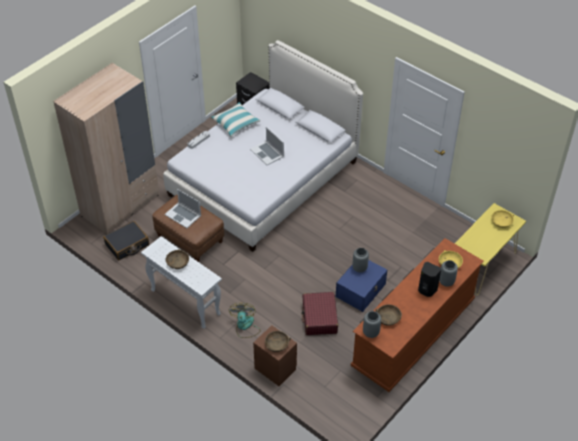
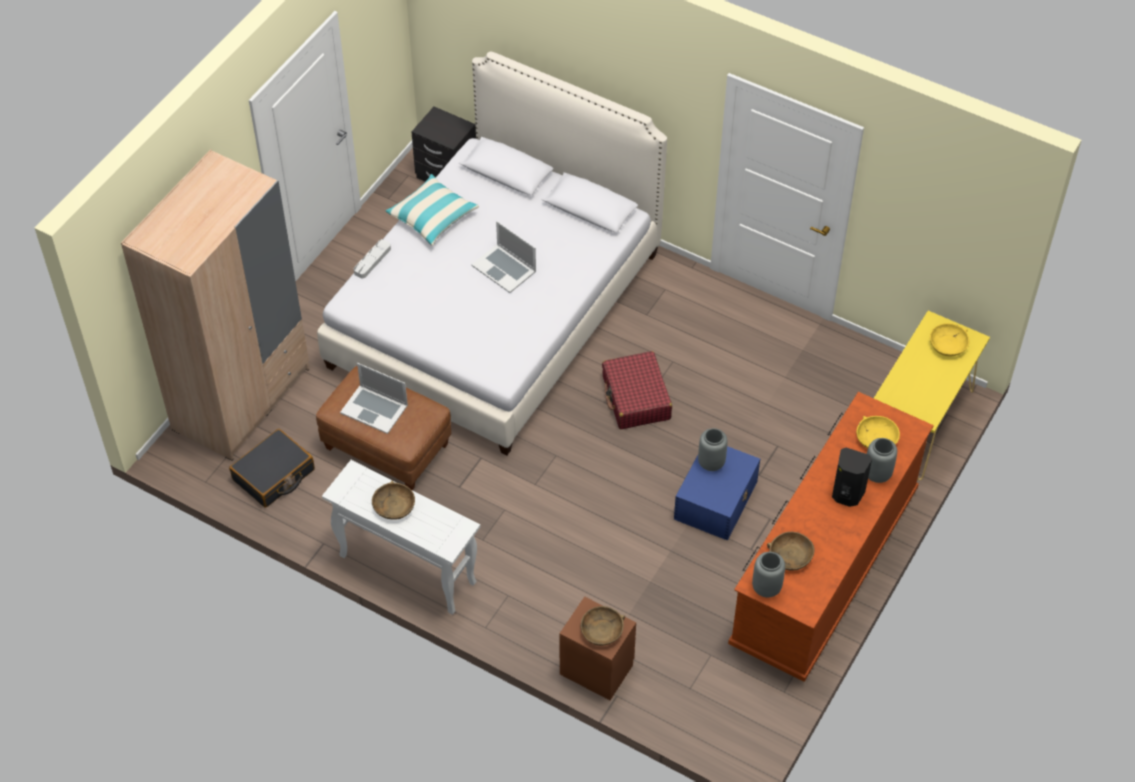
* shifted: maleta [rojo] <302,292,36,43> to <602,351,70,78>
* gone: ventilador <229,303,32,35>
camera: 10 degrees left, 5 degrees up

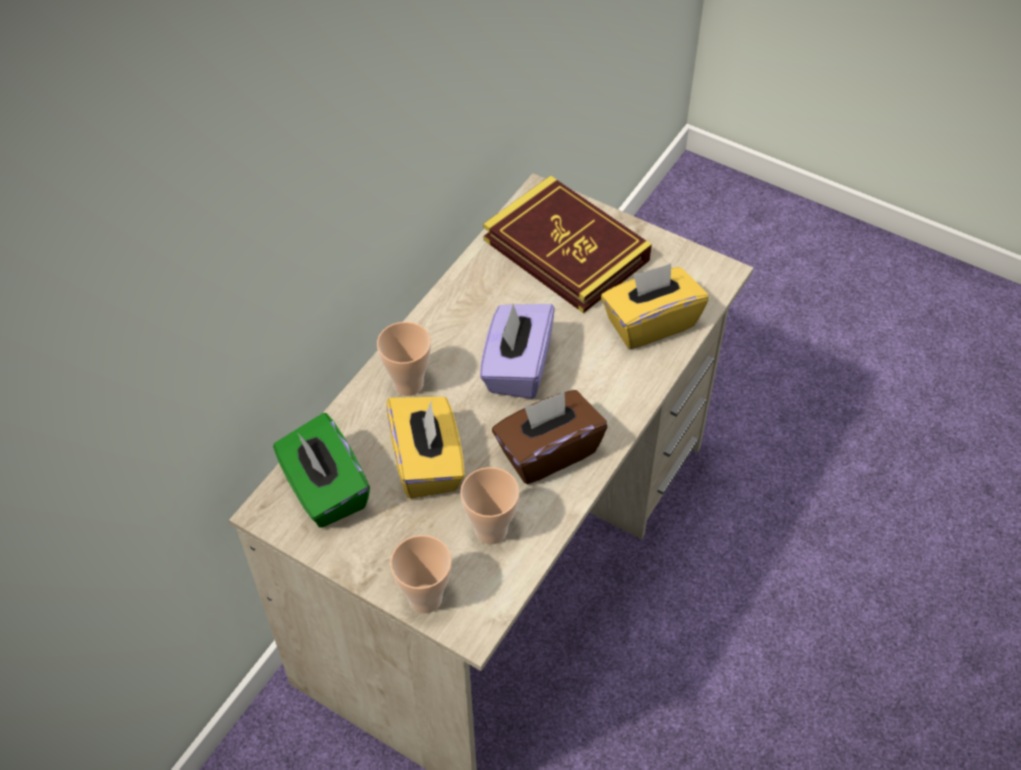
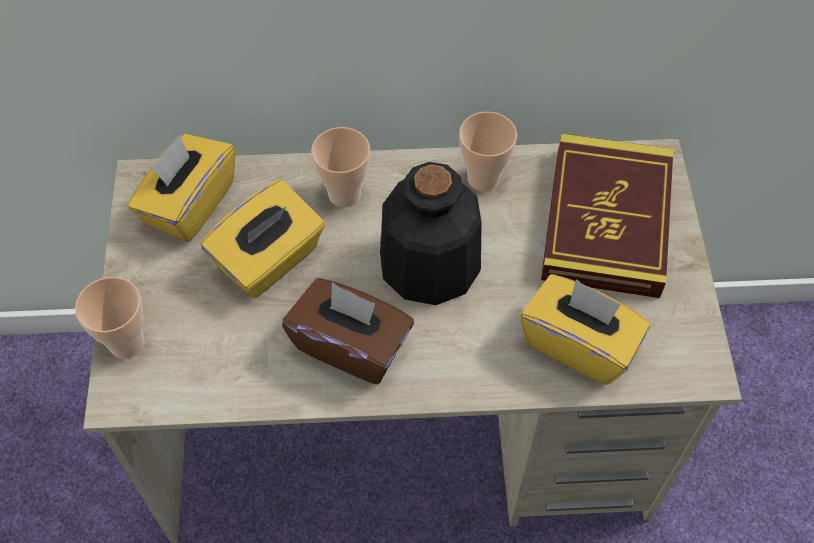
* repainted: caja de pañuelos [verde] <273,413,97,115> to caja de pañuelos [amarillo] <128,134,107,108>
* swapped: caja de pañuelos [morado] <480,304,75,95> to botella <380,162,102,143>
* shifted: taza <460,467,59,78> to <459,112,58,79>
camera: 55 degrees right, 5 degrees up

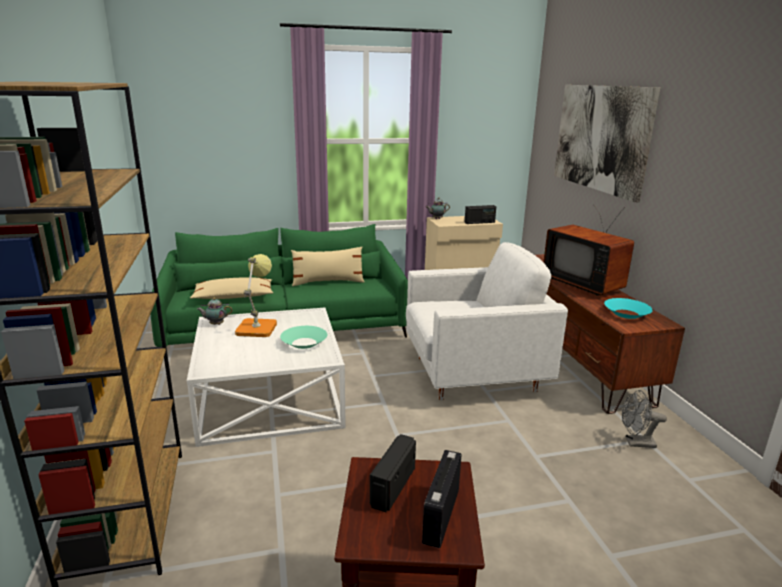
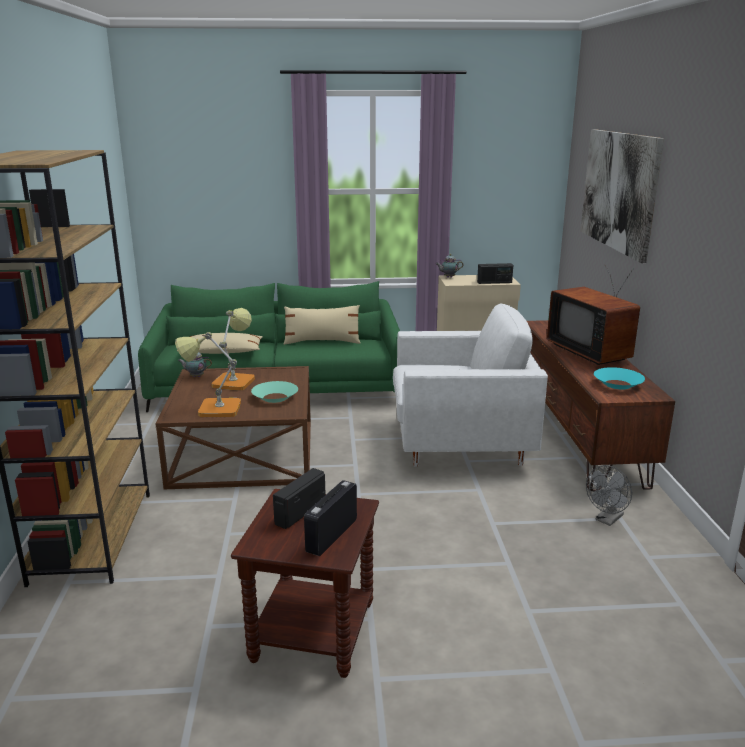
* repainted: mesa de centro [blanco] <187,308,159,139> to mesa de centro [marrón] <156,366,155,123>
* new: lámpara de mesa <175,332,66,85>
* rotated: ventilador [gris] <622,390,45,58> = <586,465,46,61> 60 degrees counterclockwise
camera: 10 degrees right, 0 degrees up

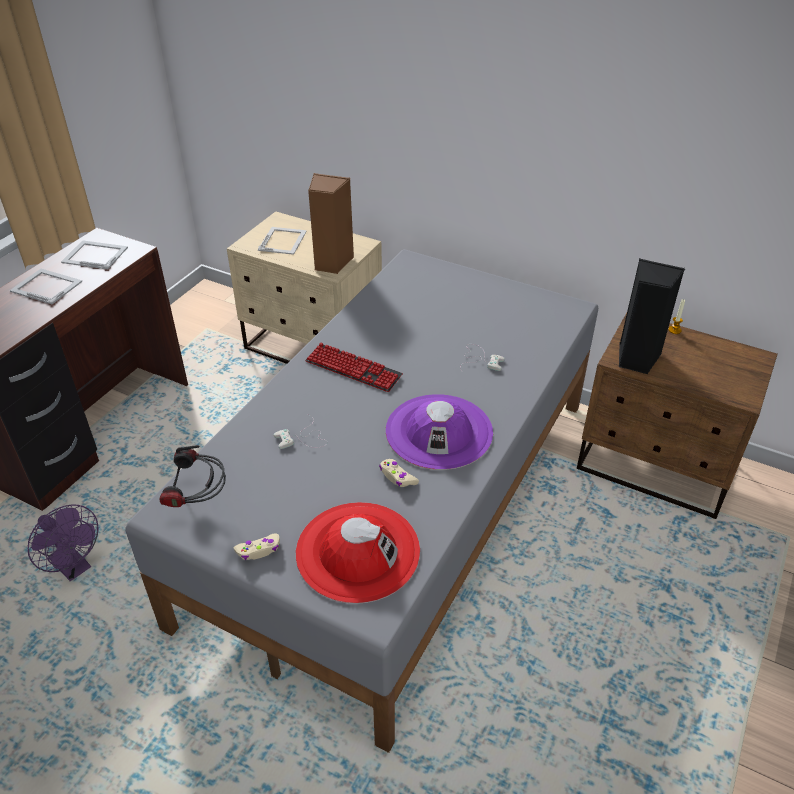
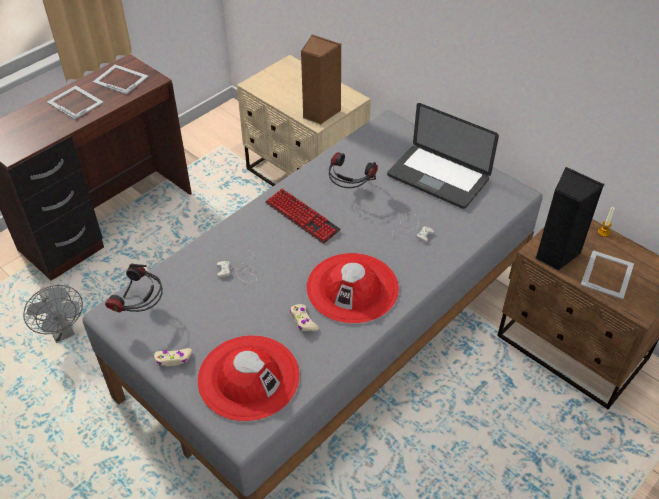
* repainted: ventilador [morado] <28,504,71,77> to ventilador [gris] <23,285,60,58>
* repainted: sombrero [morado] <386,394,107,76> to sombrero [rojo] <306,253,93,71>
* new: auriculares <329,152,49,36>
* new: portátil <387,103,112,106>
* shifted: portarretratos <258,227,49,28> to <581,250,53,49>
camera: 15 degrees right, 5 degrees up

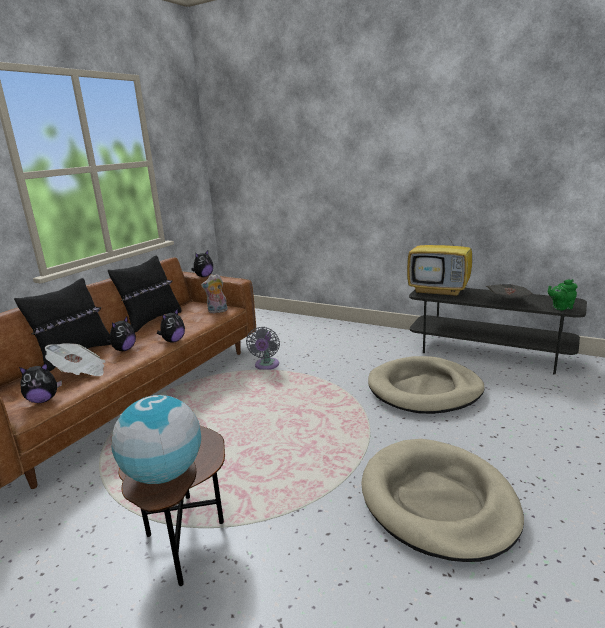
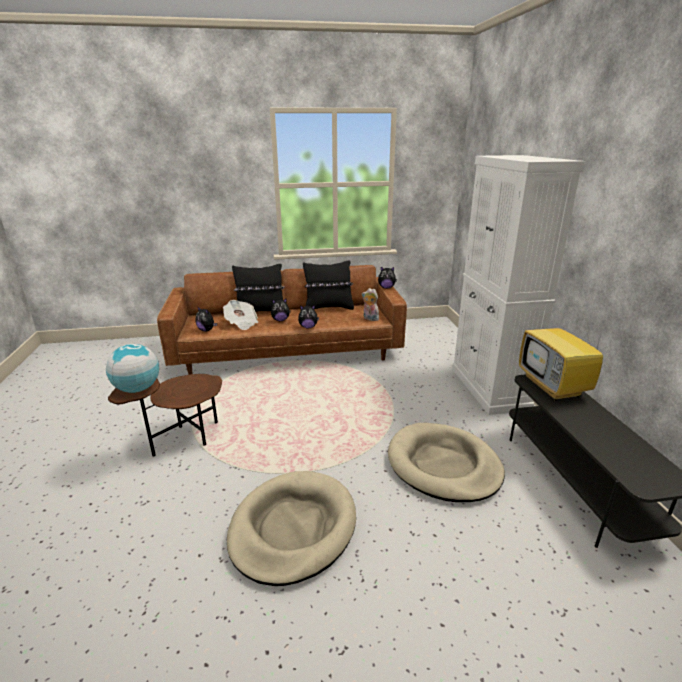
* new: armario [blanco] <452,155,133,260>
* gone: ventilador [gris] <246,327,34,43>
* gone: periódico <486,284,47,13>
* gone: tetera [verde] <548,279,29,31>
camera: 50 degrees right, 5 degrees up

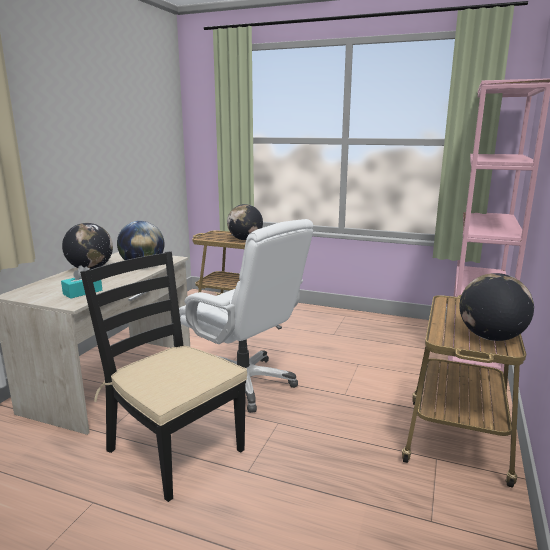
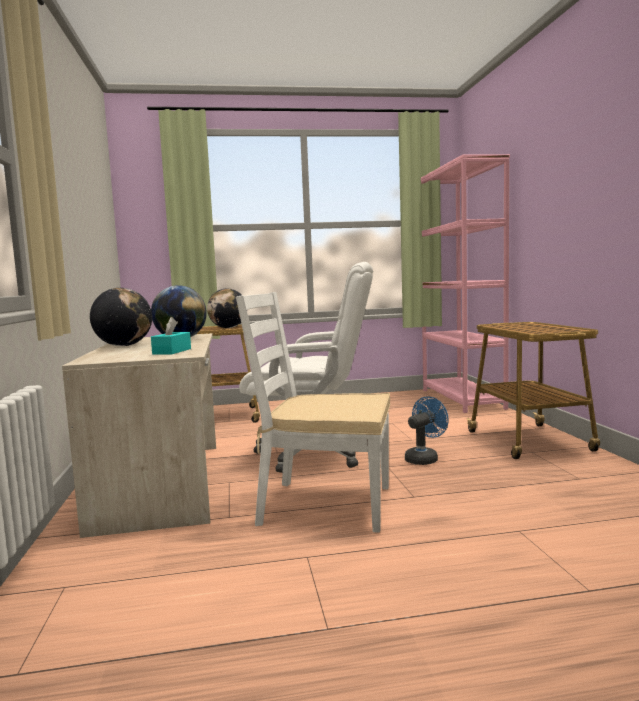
* repainted: silla [negro] <80,251,167,251> to silla [blanco] <236,292,154,241>
* new: ventilador [azul] <405,396,44,69>
* gone: globo terráqueo <459,273,75,68>
camera: 30 degrees left, 10 degrees down

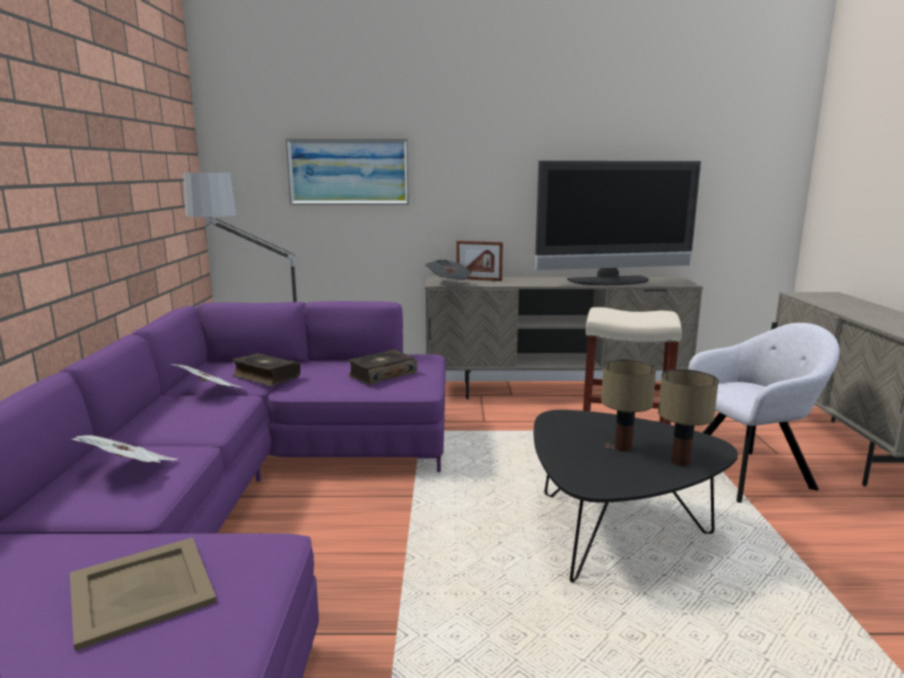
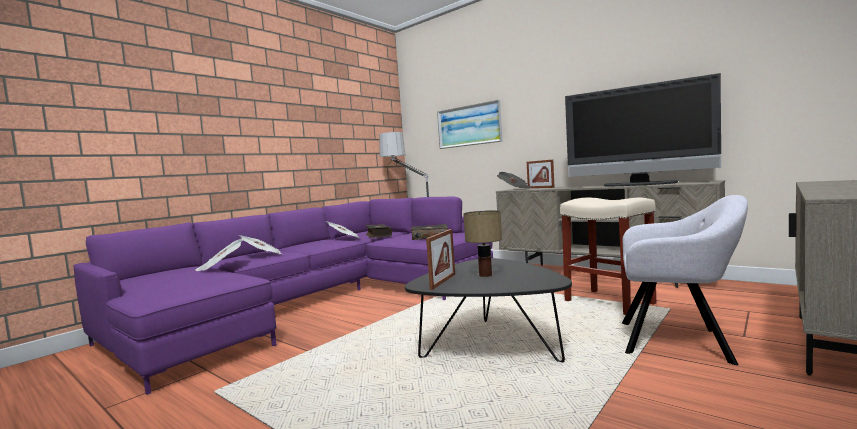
* new: periódico <195,238,49,33>
* new: portarretratos <426,229,29,61>
* gone: bandeja [beis] <70,537,147,114>
* gone: lámpara de mesa <658,369,61,97>
camera: 40 degrees right, 10 degrees down

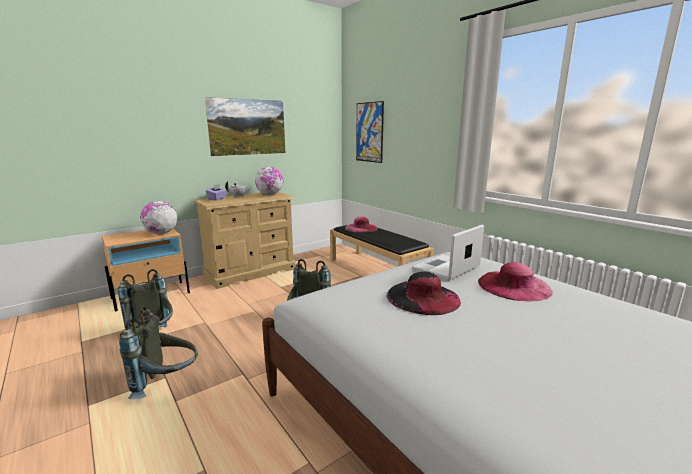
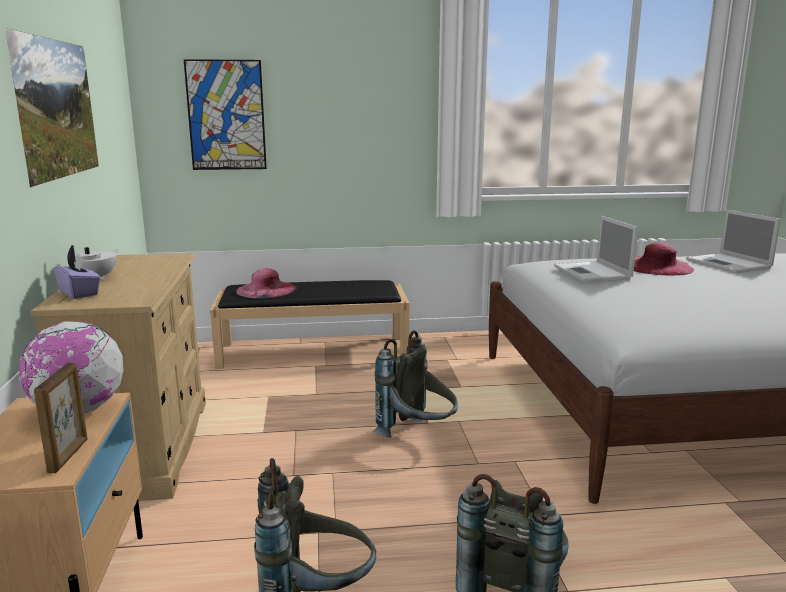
* new: portarretratos <34,362,54,111>
* new: portátil <687,209,94,64>
* gone: globo terráqueo <255,167,29,28>
* gone: sombrero [negro] <387,271,74,44>
camera: 60 degrees left, 0 degrees up

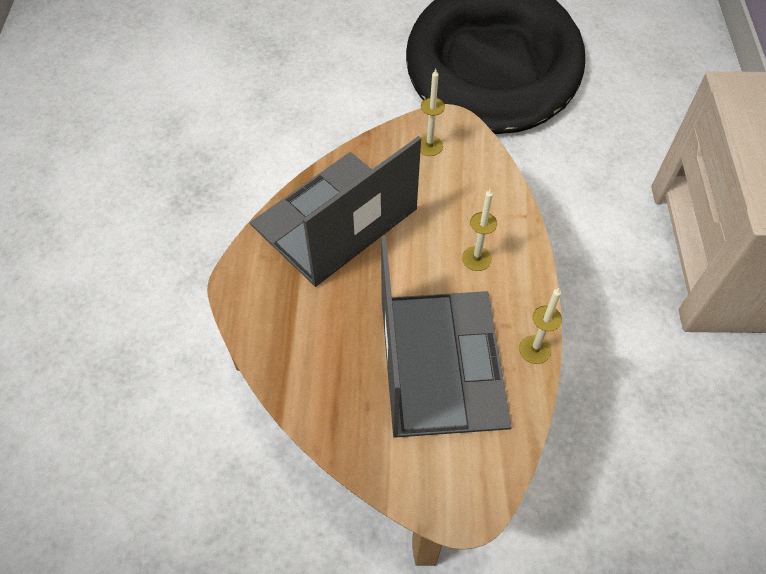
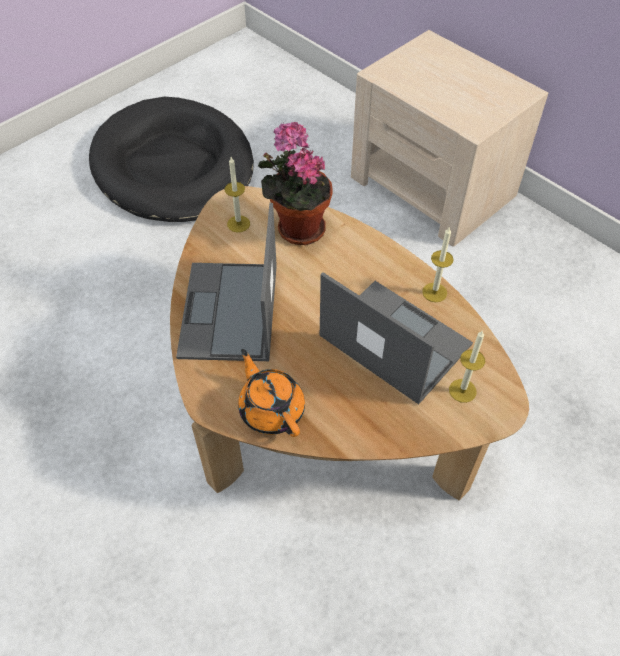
* new: tetera [naranja] <238,349,67,88>
* new: planta en maceta <258,122,75,123>
* shifted: vela <462,188,35,83> to <449,330,36,73>
camera: 45 degrees left, 5 degrees down

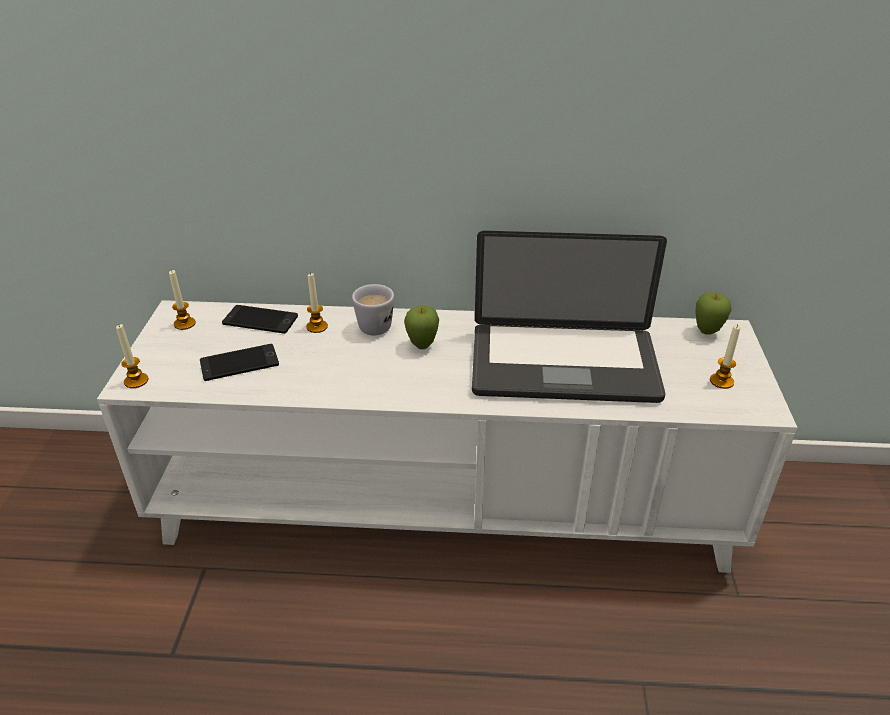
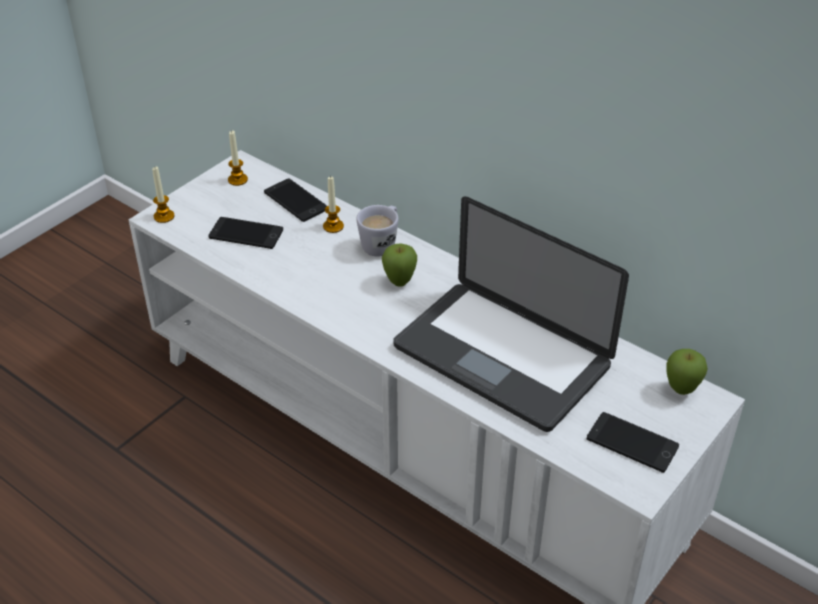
* swapped: vela <710,324,30,65> to móvil <587,412,92,61>
camera: 35 degrees right, 5 degrees up

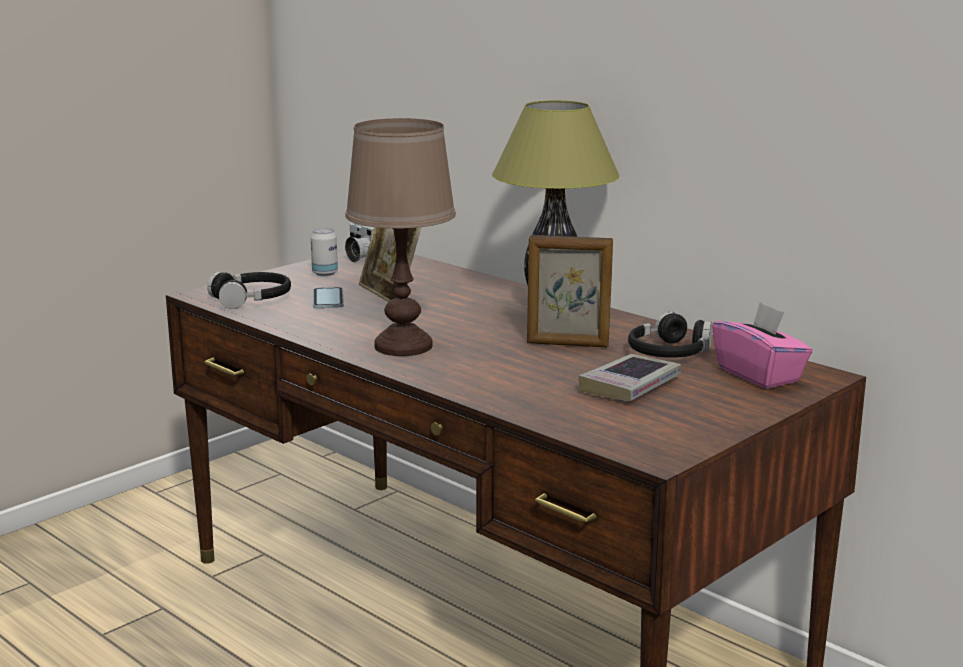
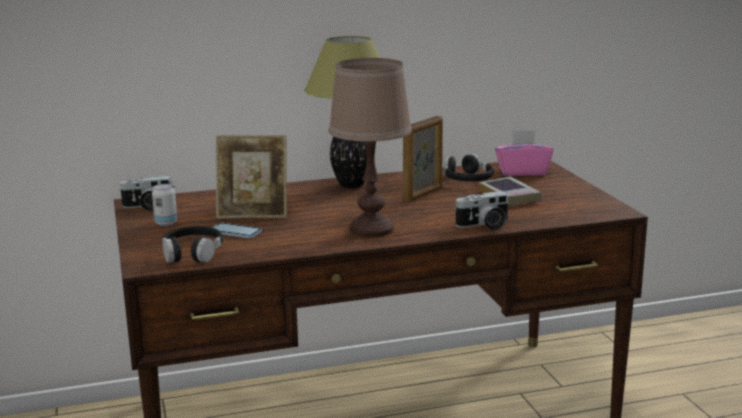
* new: cámara <454,191,55,40>
camera: 60 degrees left, 0 degrees up

